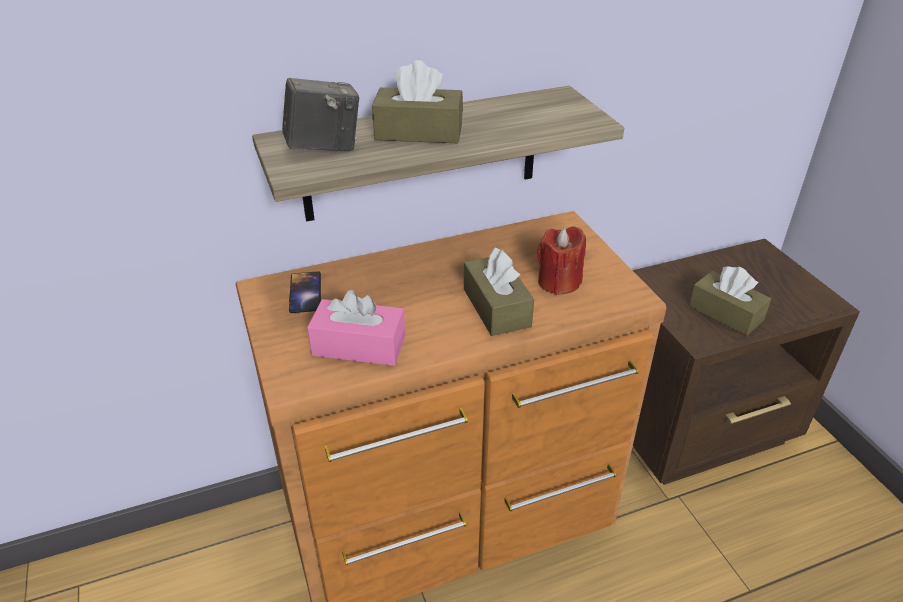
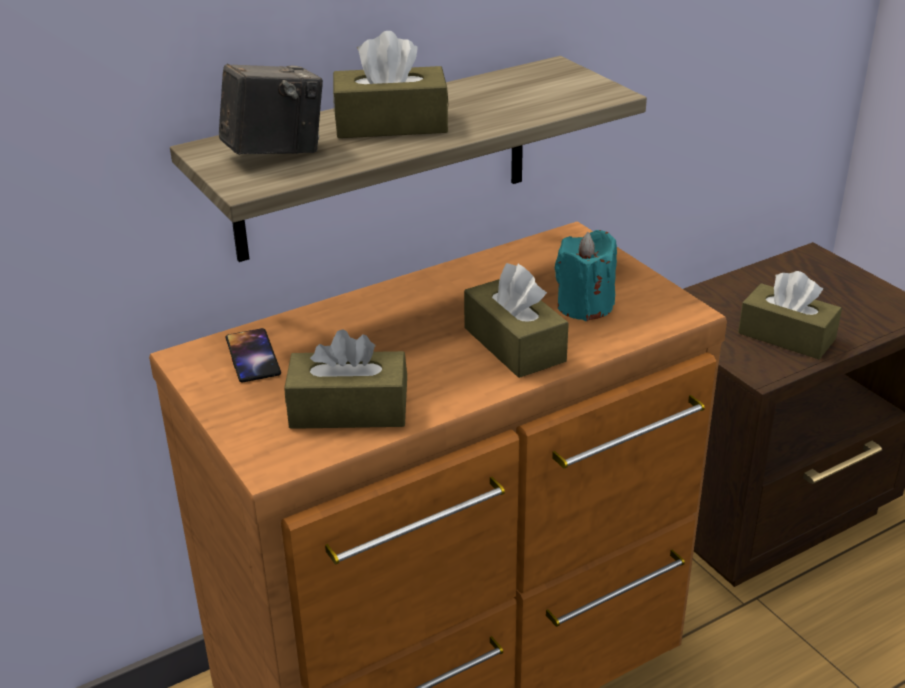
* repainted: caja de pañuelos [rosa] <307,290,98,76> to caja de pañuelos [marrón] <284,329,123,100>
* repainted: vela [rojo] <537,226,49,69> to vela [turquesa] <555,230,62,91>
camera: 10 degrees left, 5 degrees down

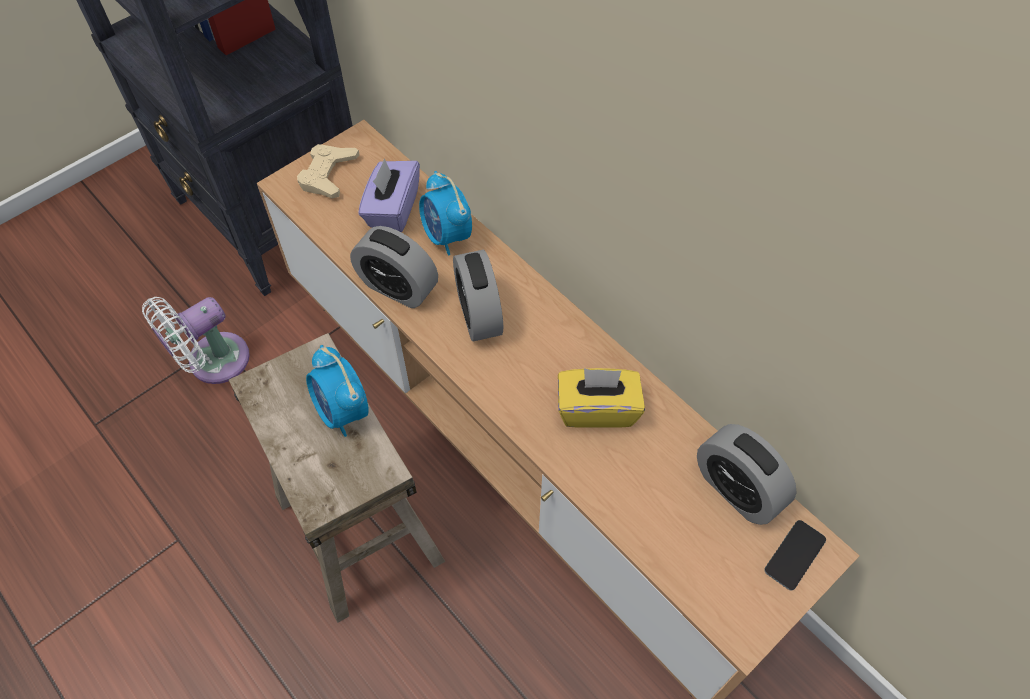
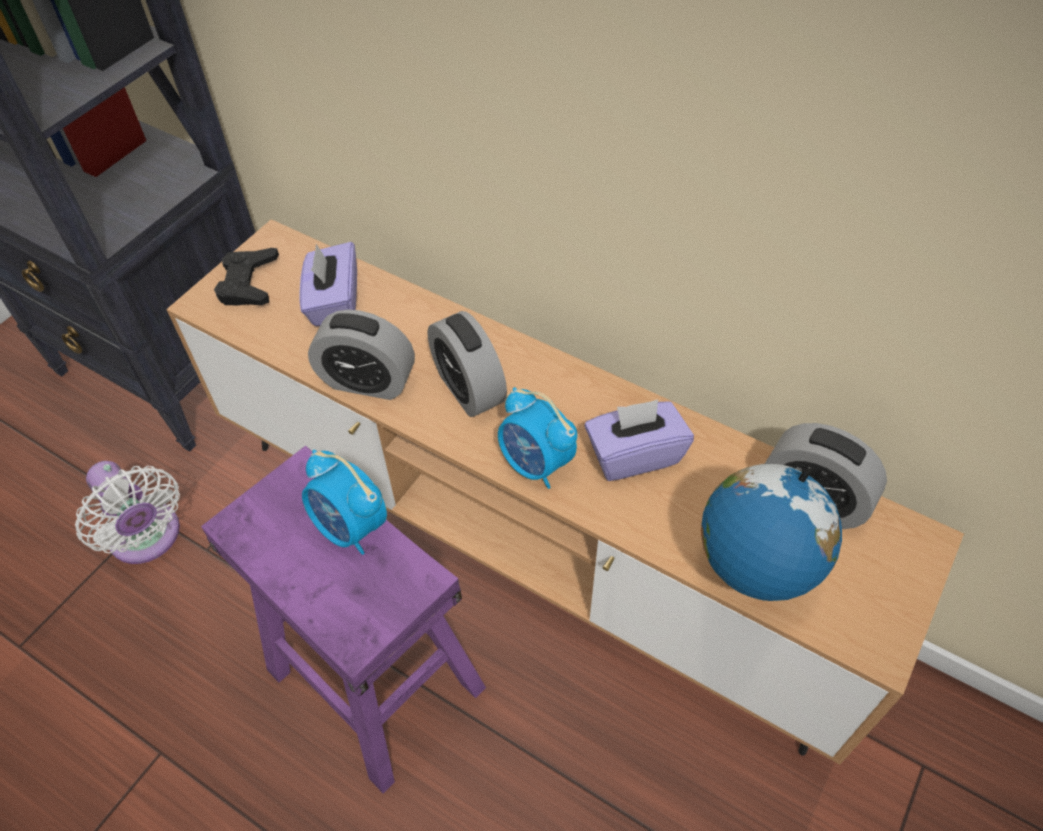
* rotated: ventilador [blanco] <142,297,108,87> = <75,461,105,103> 75 degrees counterclockwise
* repainted: taburete [beis] <229,333,216,290> to taburete [morado] <201,446,285,348>
* repainted: mando de consola [beis] <297,144,63,54> to mando de consola [negro] <214,248,65,57>
* shifted: despertador <419,171,53,85> to <498,387,80,102>
* repainted: caja de pañuelos [amarillo] <558,368,87,60> to caja de pañuelos [morado] <584,400,110,81>
* new: globo terráqueo <701,464,141,137>
* gone: móvil <764,520,62,70>
camera: 15 degrees left, 5 degrees down

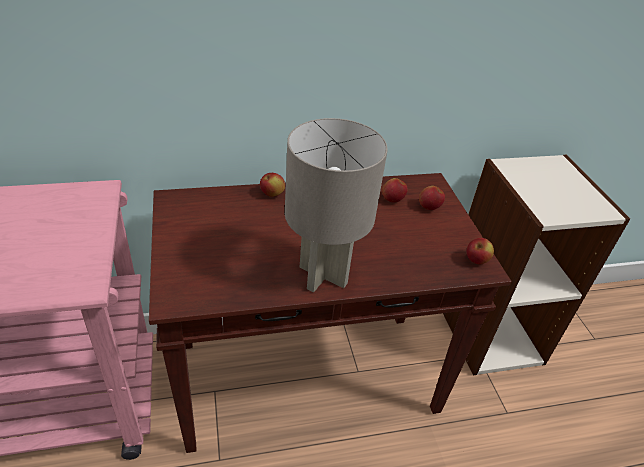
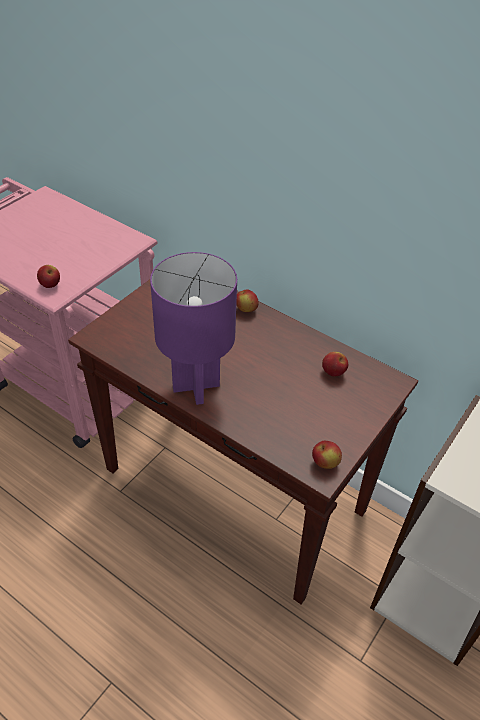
* shifted: manzana <419,186,26,24> to <37,265,23,23>
* repainted: lámpara de mesa [gris] <285,118,103,175> to lámpara de mesa [morado] <150,252,87,153>
camera: 50 degrees right, 5 degrees up

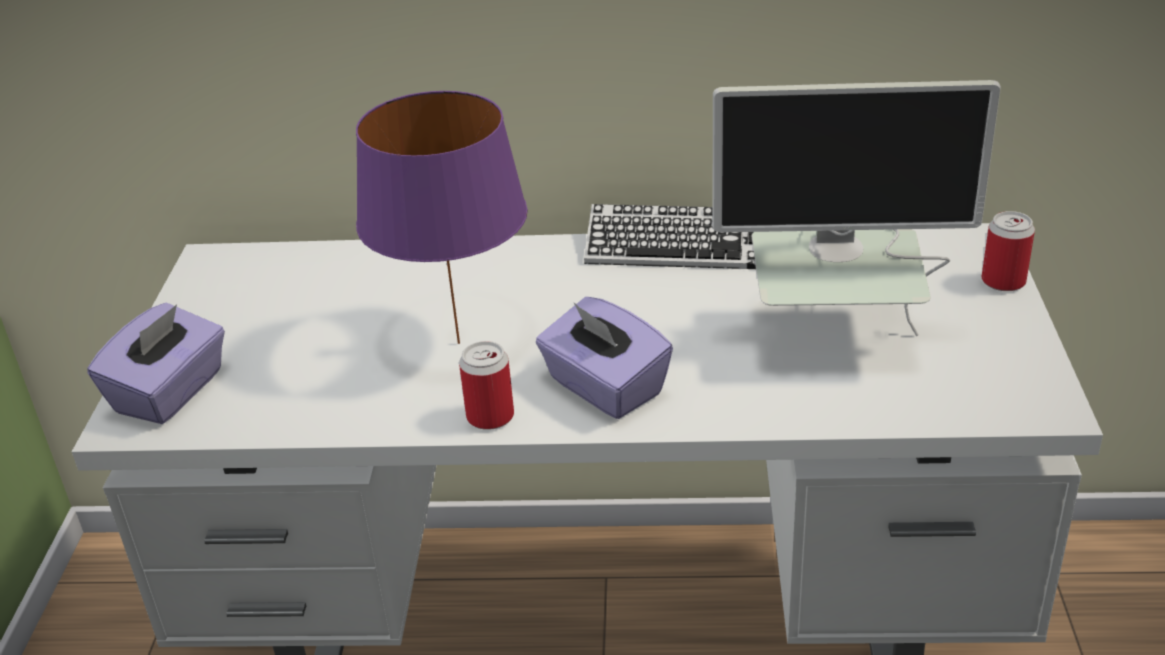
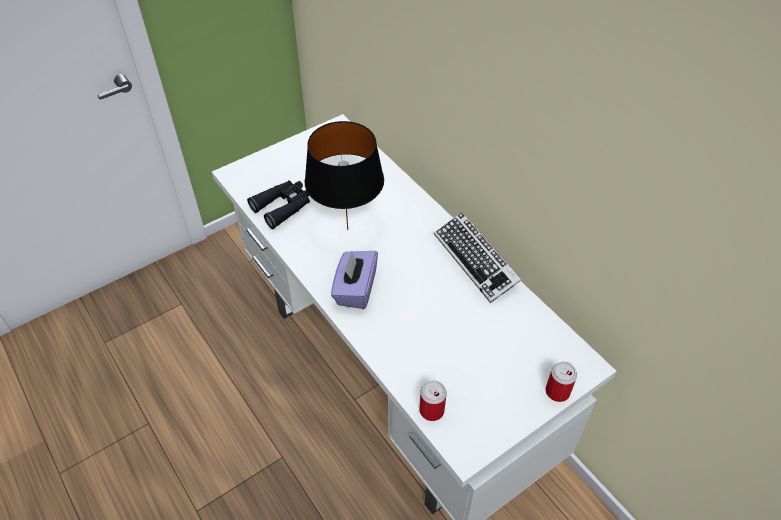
* new: prismáticos [negro] <247,180,63,49>
* repainted: lámpara de mesa [morado] <356,91,172,253> to lámpara de mesa [negro] <305,121,79,109>
* shifted: lata <459,341,55,89> to <419,380,27,41>
* gone: caja de pañuelos [morado] <87,302,138,122>
* gone: monitor <712,80,289,256>
camera: 50 degrees right, 15 degrees up

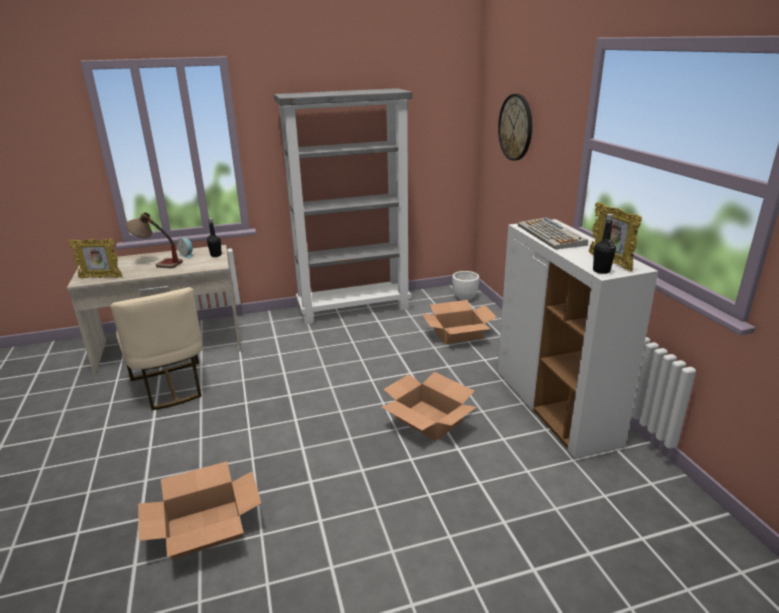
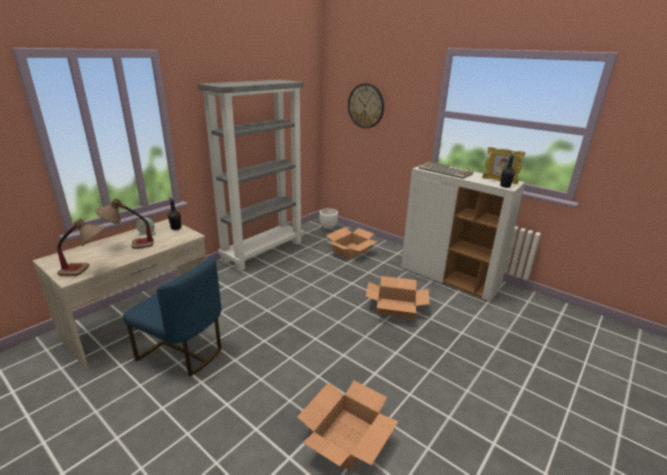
* swapped: portarretratos <68,239,54,39> to lámpara de mesa <57,219,48,57>
* repainted: silla [beis] <110,287,92,123> to silla [azul] <123,256,99,120>
camera: 35 degrees left, 0 degrees up

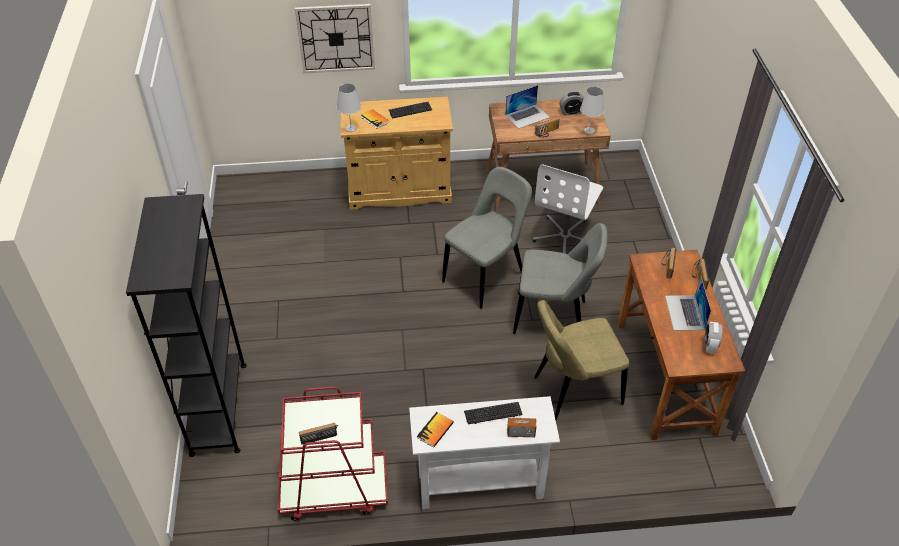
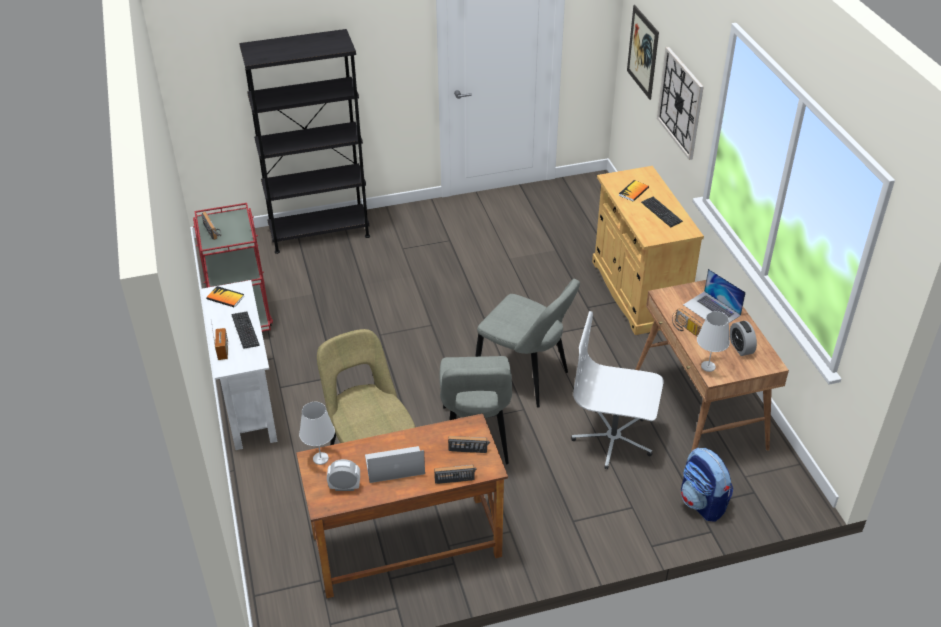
* shifted: lámpara de mesa [blanco] <336,83,25,49> to <299,402,36,63>
* new: cuadro <627,5,32,95>
* new: mochila <681,447,52,75>
camera: 80 degrees right, 5 degrees down

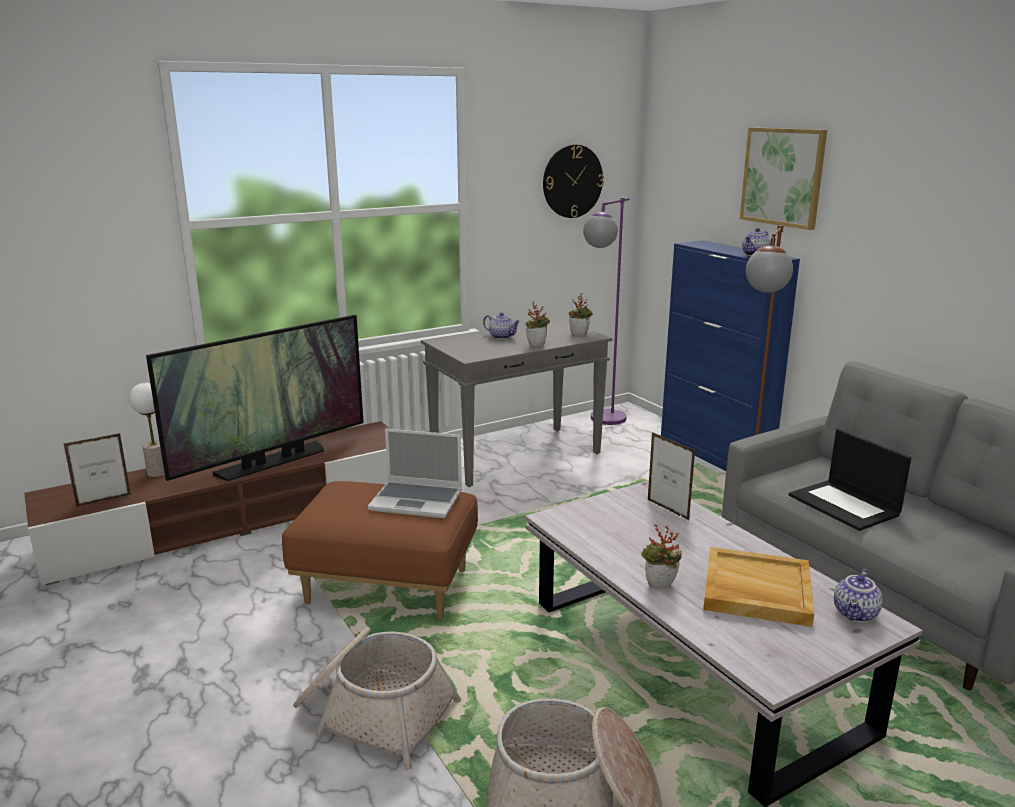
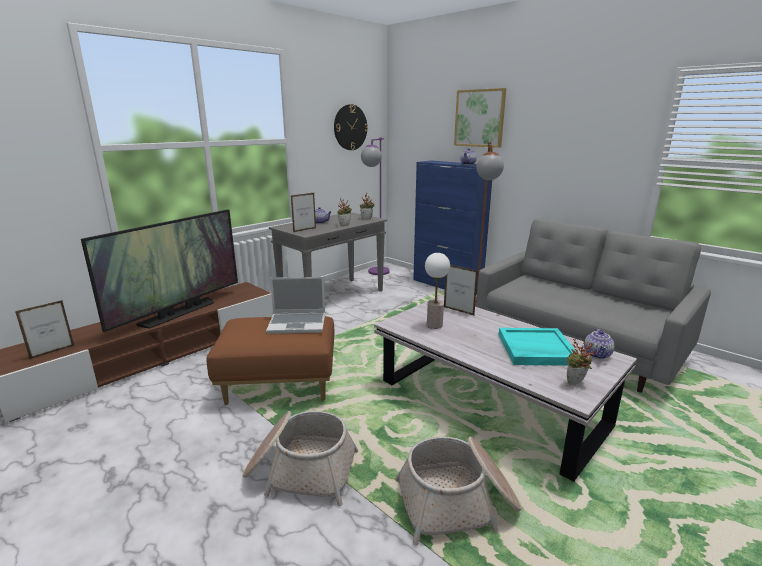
* new: portarretratos <291,193,25,39>
* shifted: lámpara de mesa <129,383,36,94> to <425,253,25,76>
* repainted: bandeja [beis] <703,547,111,80> to bandeja [turquesa] <499,328,77,38>
* shifted: planta en maceta <641,524,41,65> to <567,339,28,46>
* gone: portátil <789,429,122,102>
camera: 15 degrees left, 0 degrees up

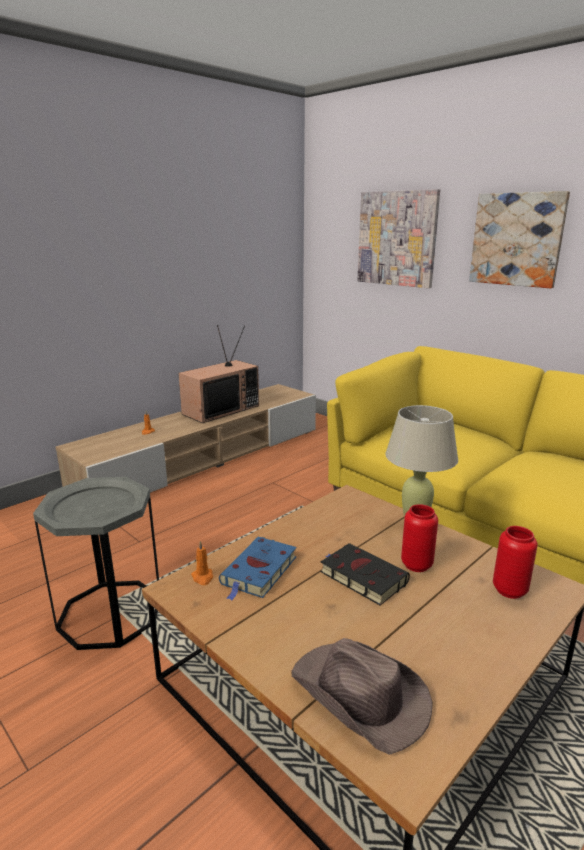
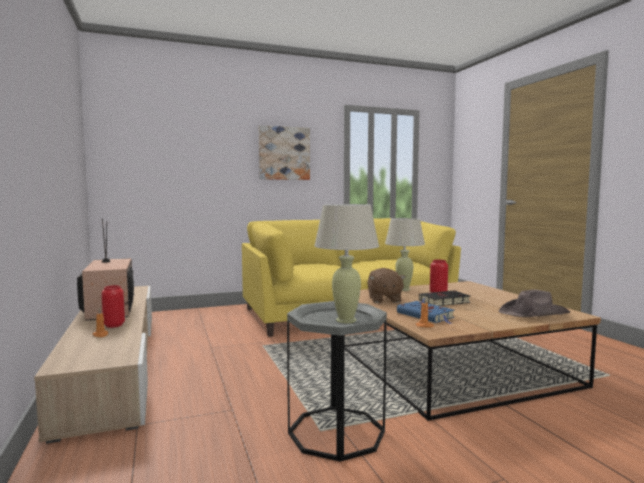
* shifted: florero [rojo] <493,526,45,73> to <101,285,24,43>
* new: lámpara de mesa [beis] <314,204,65,119>
* new: peluche [marrón] <368,268,38,35>
* gone: cuadro <357,189,83,99>
camera: 65 degrees left, 15 degrees down

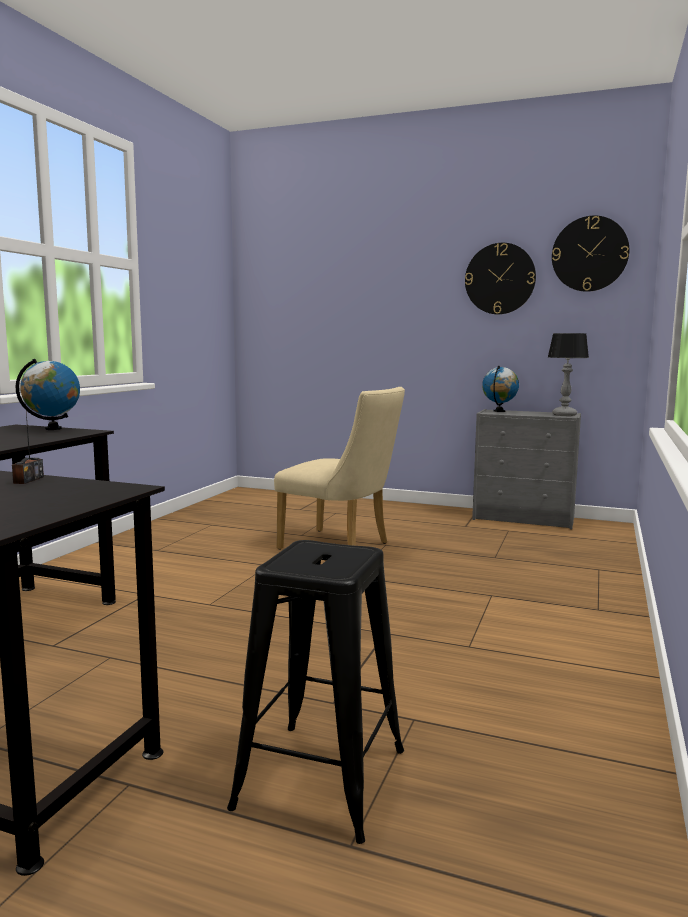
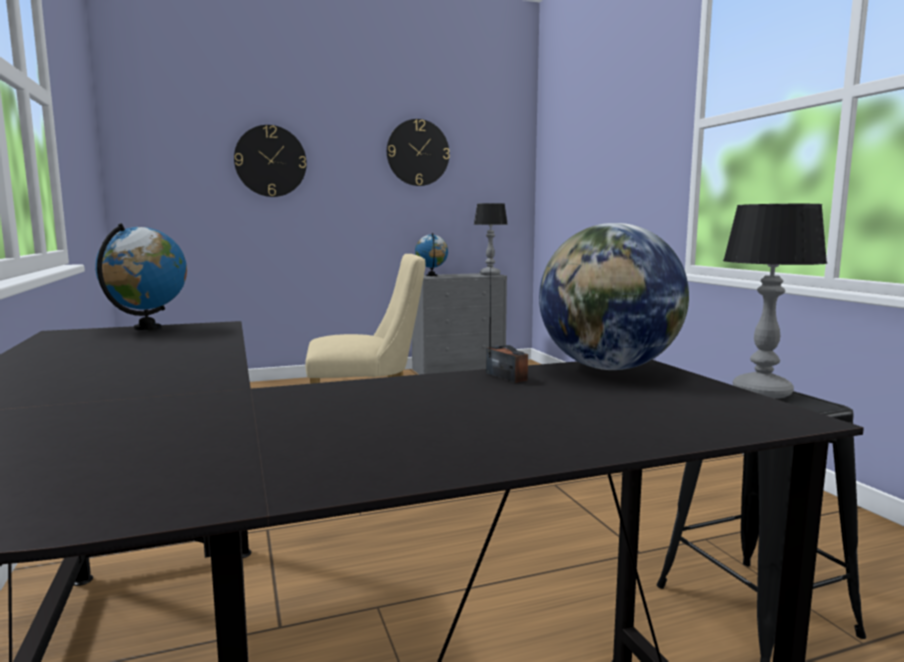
* shifted: reloj de pared <552,216,77,76> to <234,125,73,72>
* new: globo terráqueo <539,223,150,147>
* new: lámpara de mesa <723,204,104,195>
camera: 40 degrees left, 0 degrees up

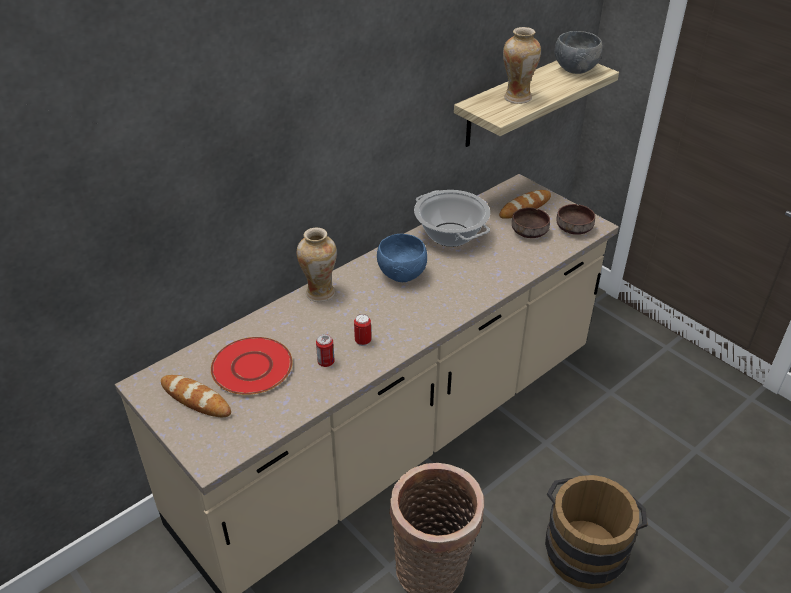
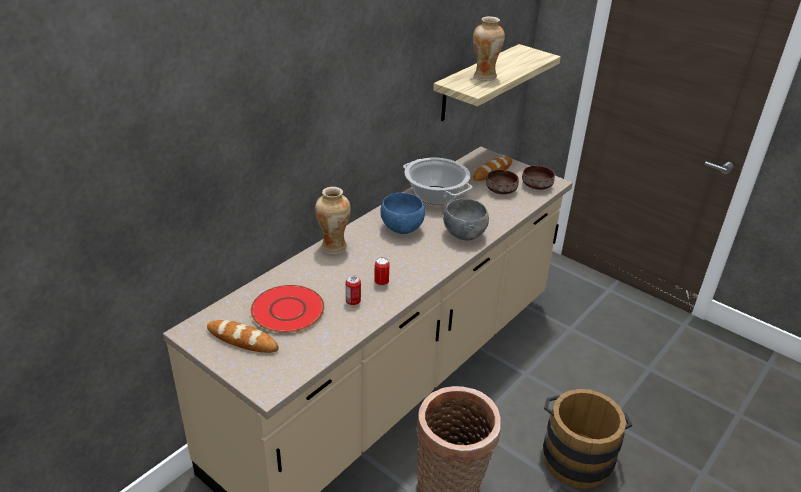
* shifted: cuenco [gris] <555,31,48,43> to <443,199,46,42>
camera: 10 degrees left, 5 degrees down

